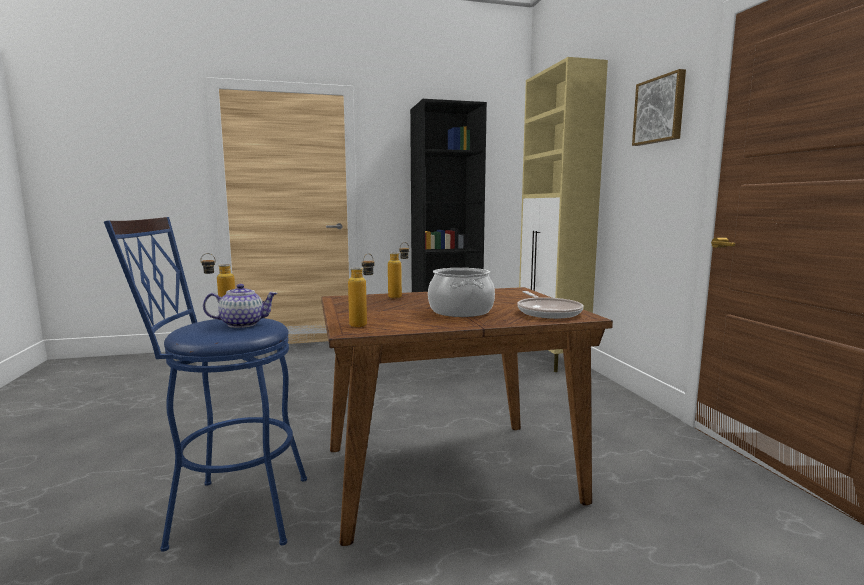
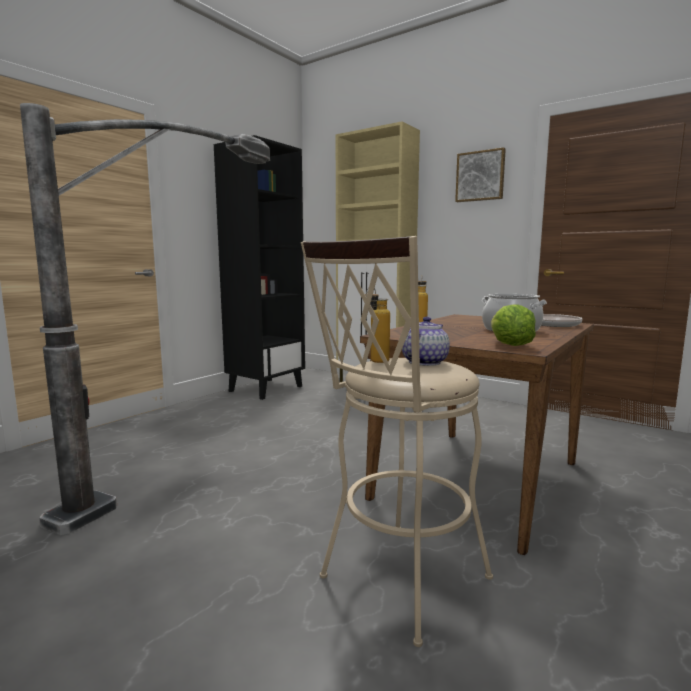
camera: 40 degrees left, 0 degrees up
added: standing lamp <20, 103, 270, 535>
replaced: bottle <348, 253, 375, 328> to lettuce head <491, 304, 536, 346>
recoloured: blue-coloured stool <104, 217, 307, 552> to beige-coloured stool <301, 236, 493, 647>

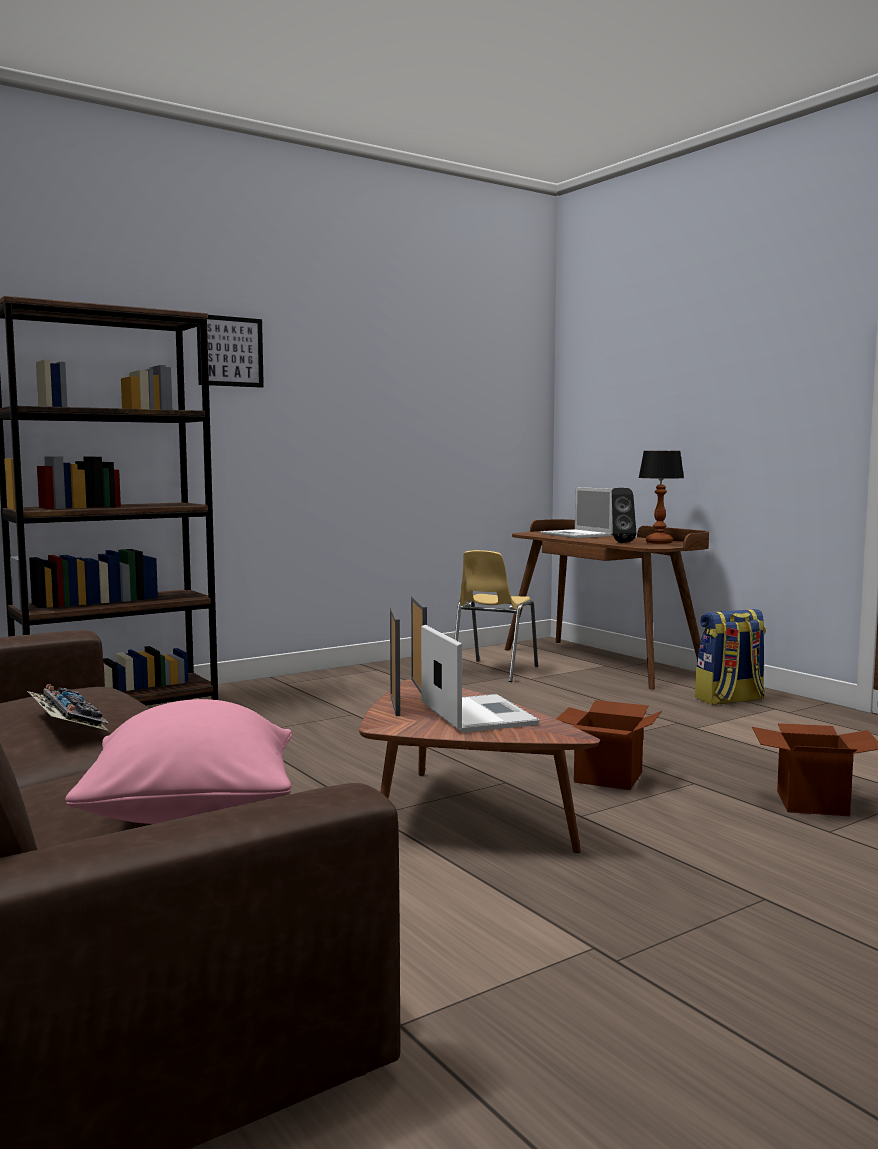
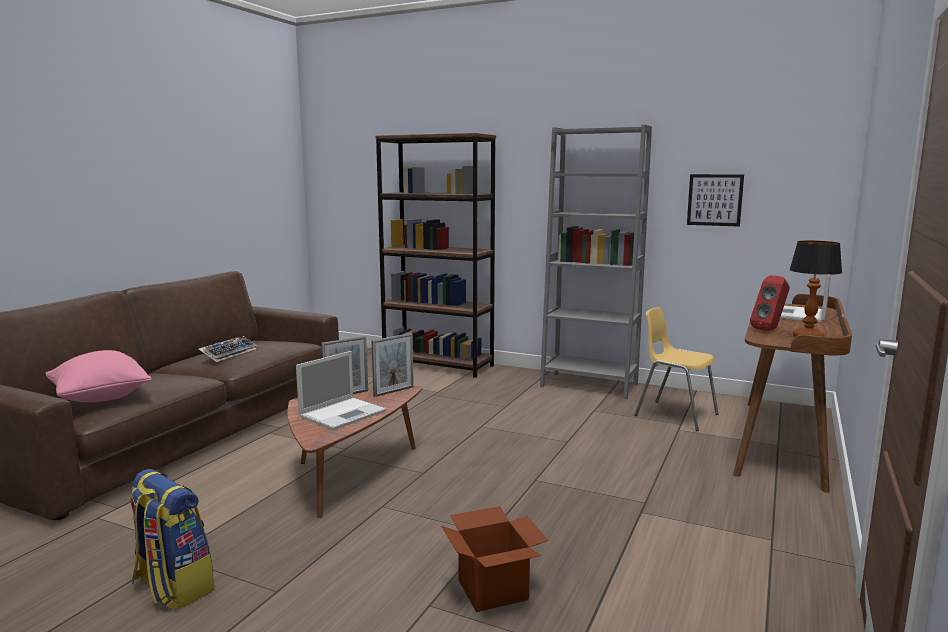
camera: 60 degrees right, 5 degrees up
removed: cardboard box <556, 700, 662, 790>
added: greyish shelving unit <540, 125, 652, 399>
moved: wall picture <197, 315, 264, 388> to <687, 174, 744, 227>; rucksack <695, 609, 766, 705> to <129, 469, 215, 610>
recoloured: blackish speaker <612, 488, 636, 543> to red speaker <750, 275, 790, 331>
turned: yellow-coloured chair <454, 550, 538, 682> = <635, 307, 719, 431> 45 degrees clockwise

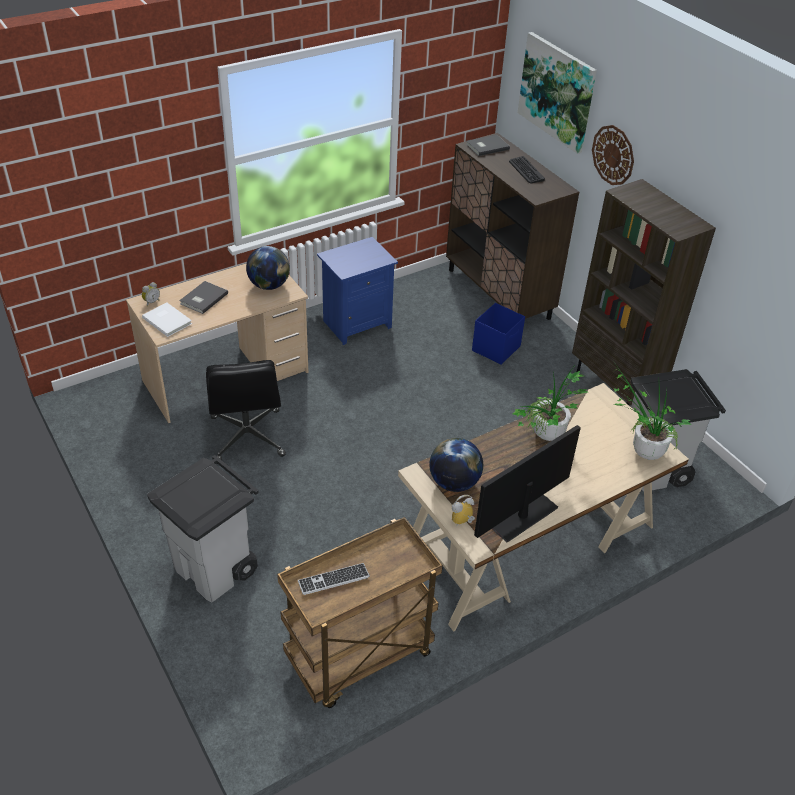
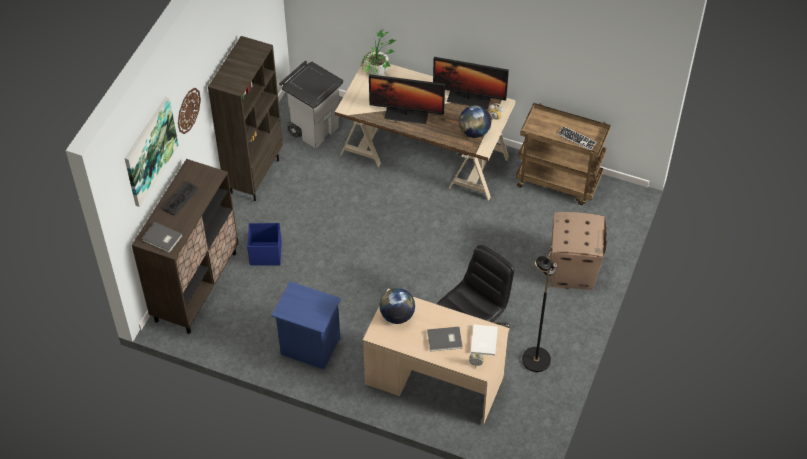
camera: 125 degrees left, 10 degrees up
added: blackish standing lamp <522, 246, 557, 372>
replaced: greyish waste bin <147, 455, 259, 602> to cardboard box <551, 212, 607, 290>; potted plant <513, 364, 588, 441> to computer display <369, 74, 445, 124>

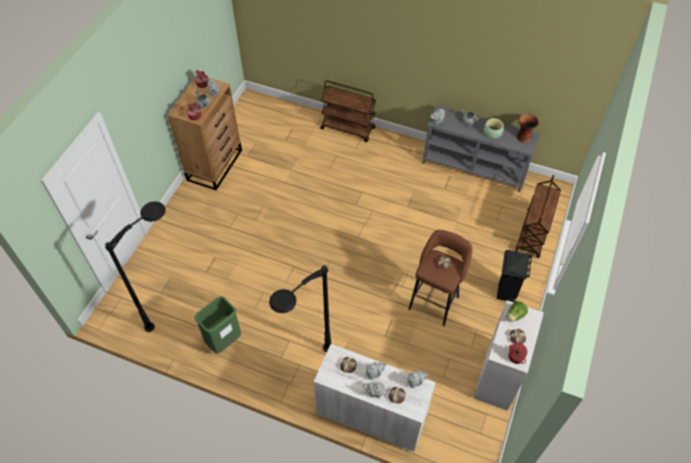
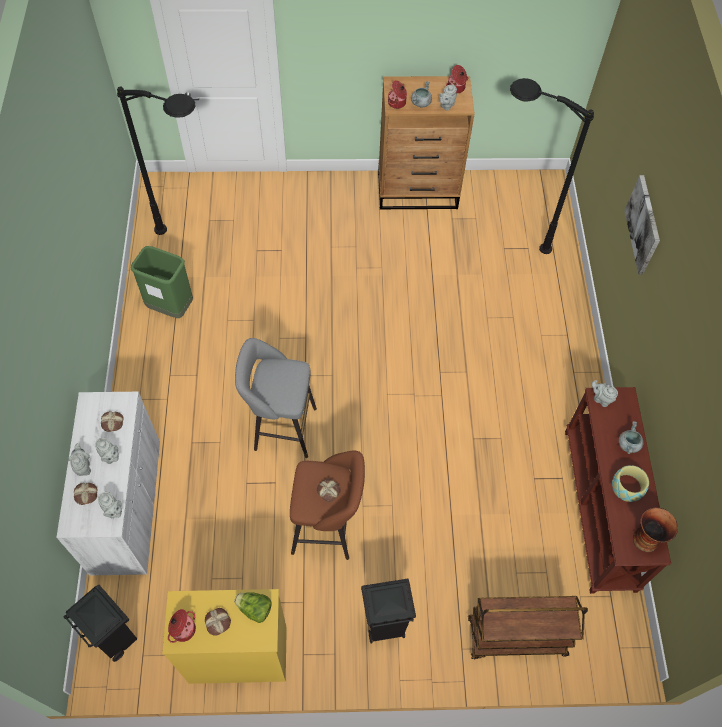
camera: 65 degrees right, 5 degrees up
removed: brown-coloured trolley <320, 80, 376, 142>
added: blackish waste bin <64, 584, 137, 662>; greyish stool <235, 338, 317, 458>; wall picture <624, 175, 660, 274>
moved: blackish standing lamp <269, 265, 331, 353> to <510, 78, 594, 254>
recoloured: greyish hall table <422, 105, 540, 192> to brown-coloured hall table <565, 387, 671, 594>; white-coloured dresser <473, 300, 544, 411> to yellow-coloured dresser <162, 589, 287, 684>

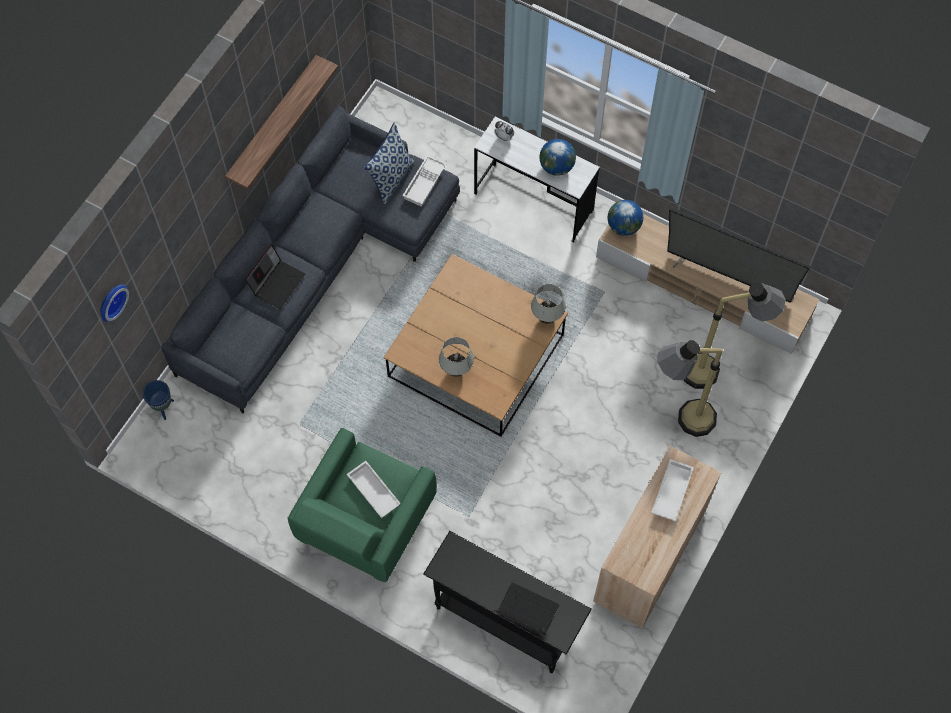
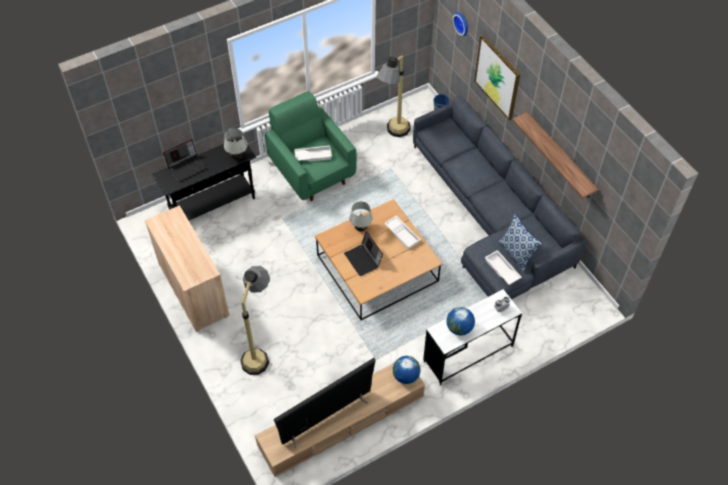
camera: 120 degrees right, 10 degrees down
added: wall picture <474, 35, 520, 121>
moved: notebook computer <245, 244, 305, 309> to <344, 231, 383, 276>; white-coloured table lamp <531, 284, 566, 324> to <224, 128, 247, 160>; white-coloured serving tray <651, 459, 694, 521> to <384, 216, 421, 249>; standing lamp <684, 283, 786, 389> to <377, 56, 410, 137>

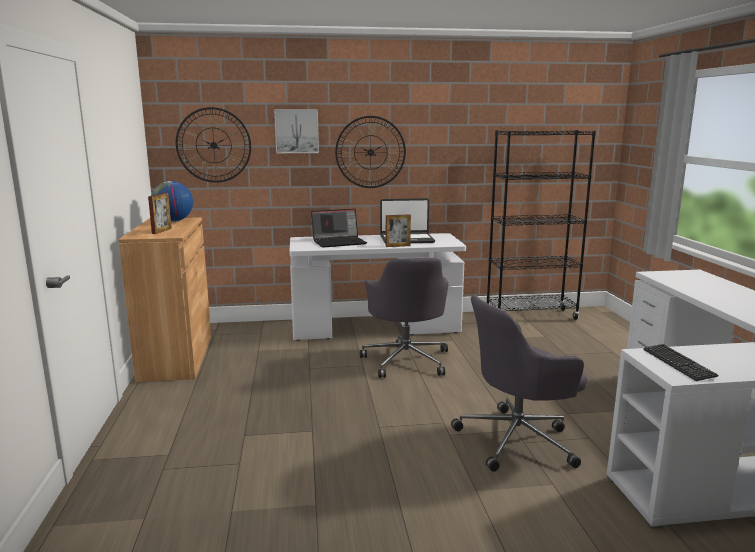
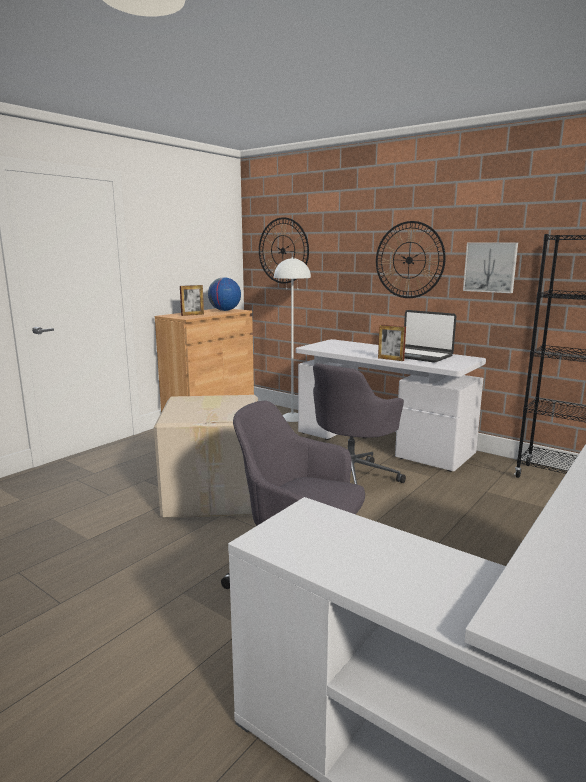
camera: 45 degrees right, 0 degrees up
removed: notebook computer <311, 208, 367, 248>; computer keyboard <643, 344, 719, 381>
added: cardboard box <154, 395, 258, 518>; white-coloured standing lamp <274, 257, 311, 422>
moved: wall picture <274, 109, 319, 153> to <463, 242, 518, 293>

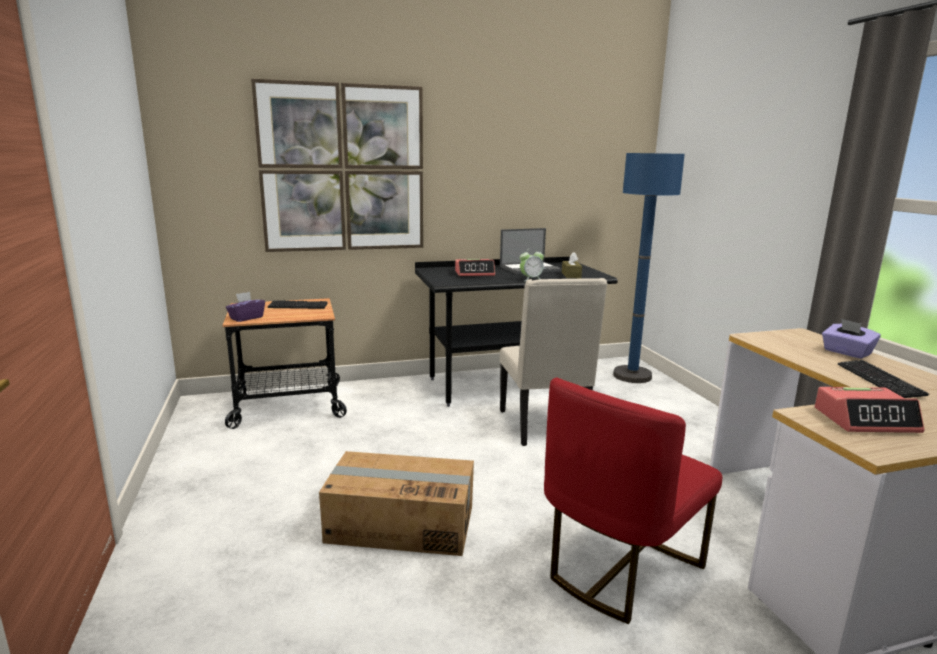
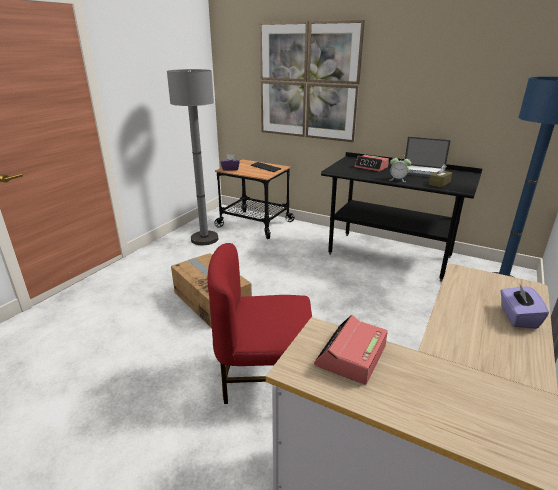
camera: 45 degrees right, 10 degrees up
removed: beige-coloured chair <500, 278, 608, 446>; computer keyboard <838, 360, 929, 398>
added: greyish standing lamp <167, 69, 219, 245>
turned: bedside clock <815, 387, 924, 433> = <314, 315, 388, 385> 75 degrees clockwise

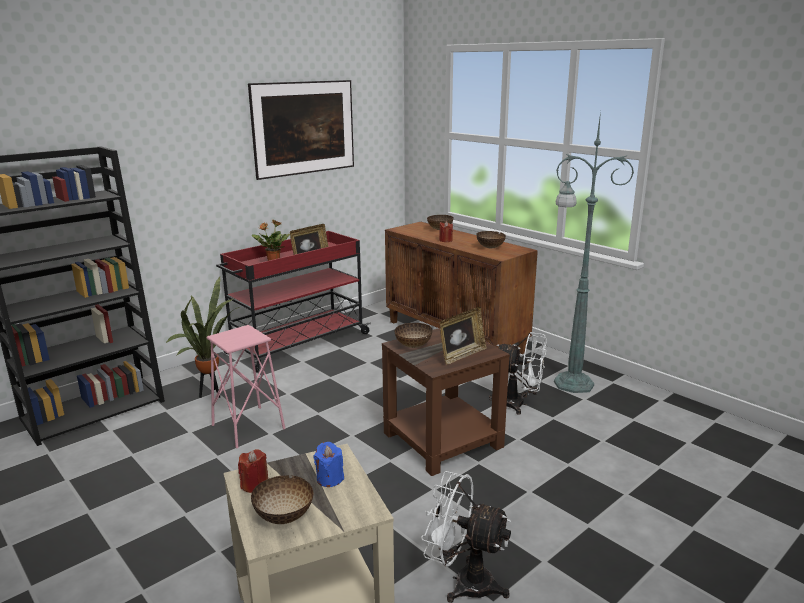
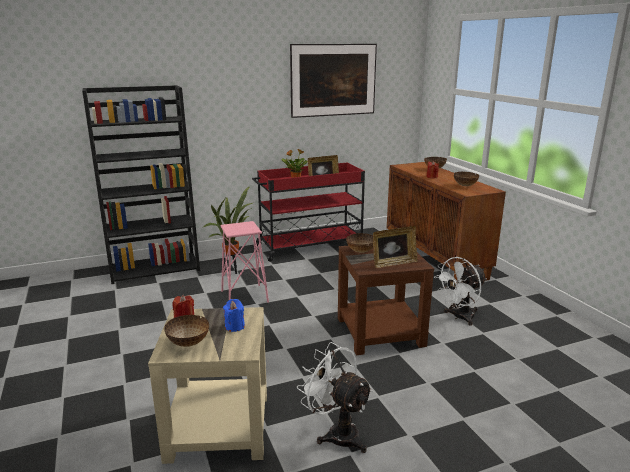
camera: 20 degrees right, 0 degrees up
removed: green-coloured standing lamp <554, 111, 634, 393>
turned: white-coloured electric fan <489, 332, 547, 415> = <434, 257, 487, 326> 105 degrees clockwise

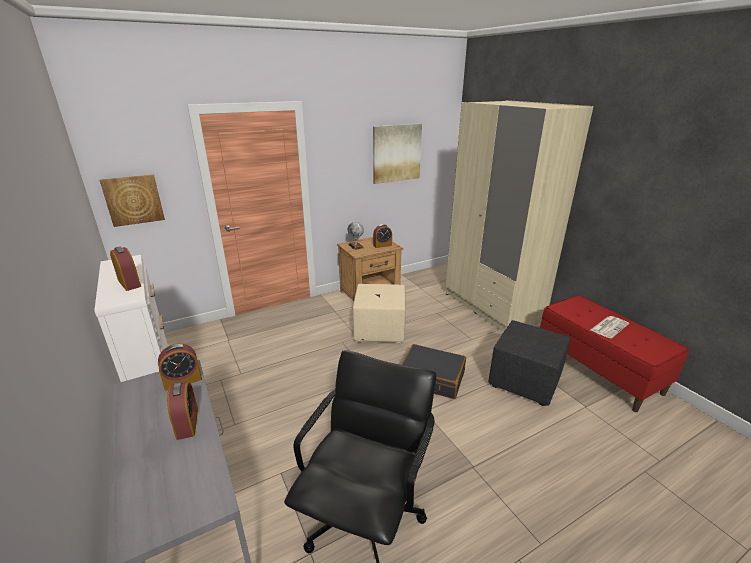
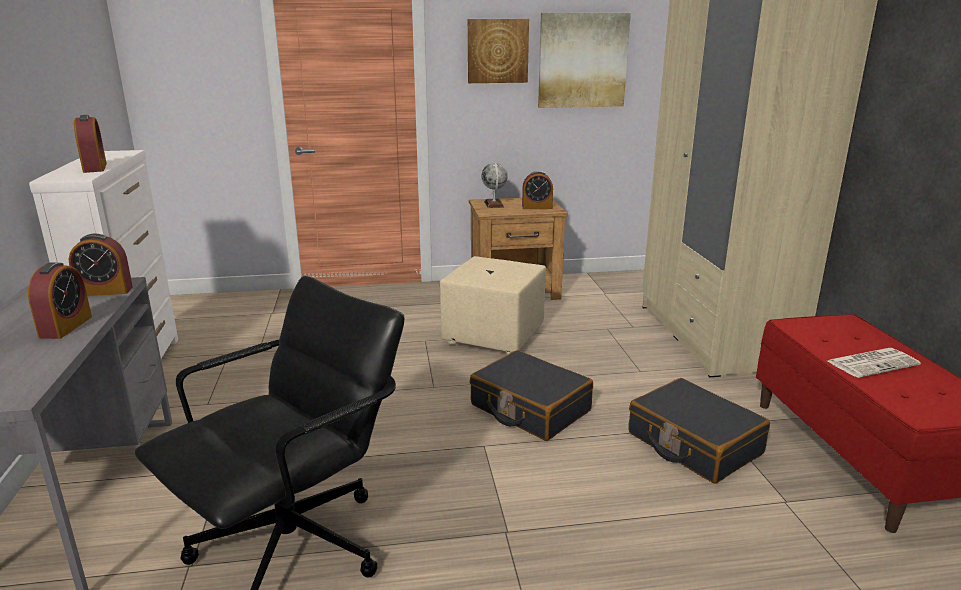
camera: 20 degrees right, 5 degrees down
moved: wall picture <100, 175, 165, 227> to <468, 19, 529, 83>
replaced: blackish ottoman <489, 320, 571, 406> to blackish piece of luggage <628, 378, 770, 483>

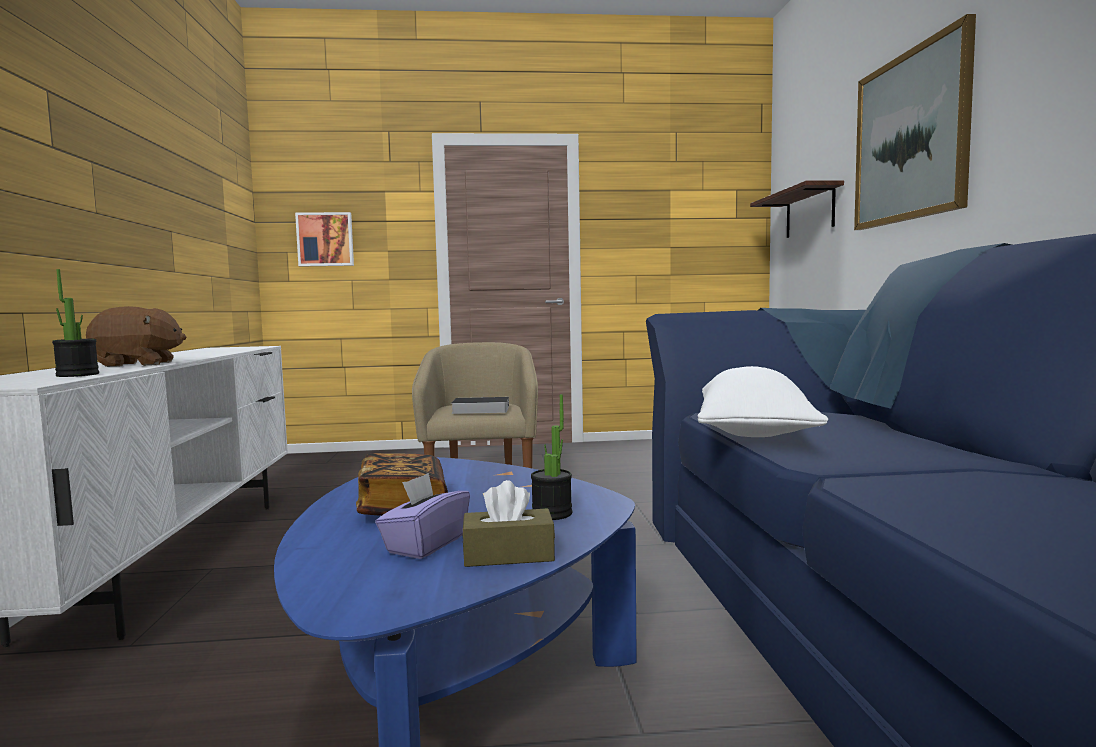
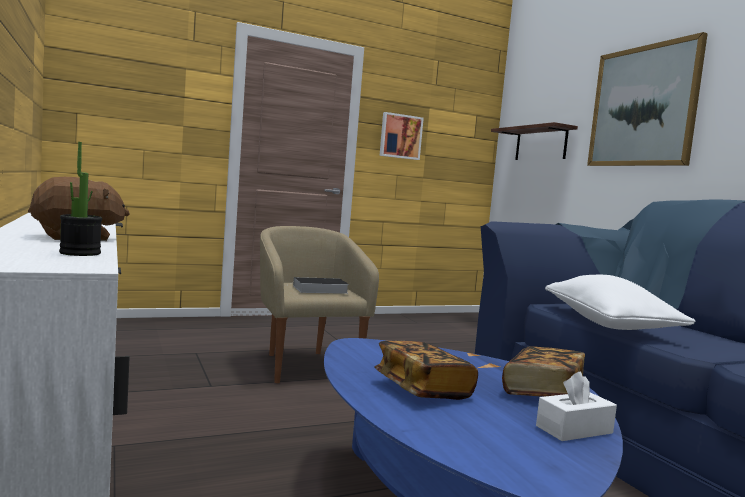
camera: 20 degrees left, 0 degrees up
removed: purplish tissue box <375, 473, 470, 559>
moved: wall picture <295, 212, 354, 266> to <379, 112, 424, 160>
replaced: potted plant <531, 394, 572, 520> to volume <502, 346, 585, 397>
recoloured: brown-coloured tissue box <462, 480, 555, 567> to white-coloured tissue box <536, 372, 617, 441>

